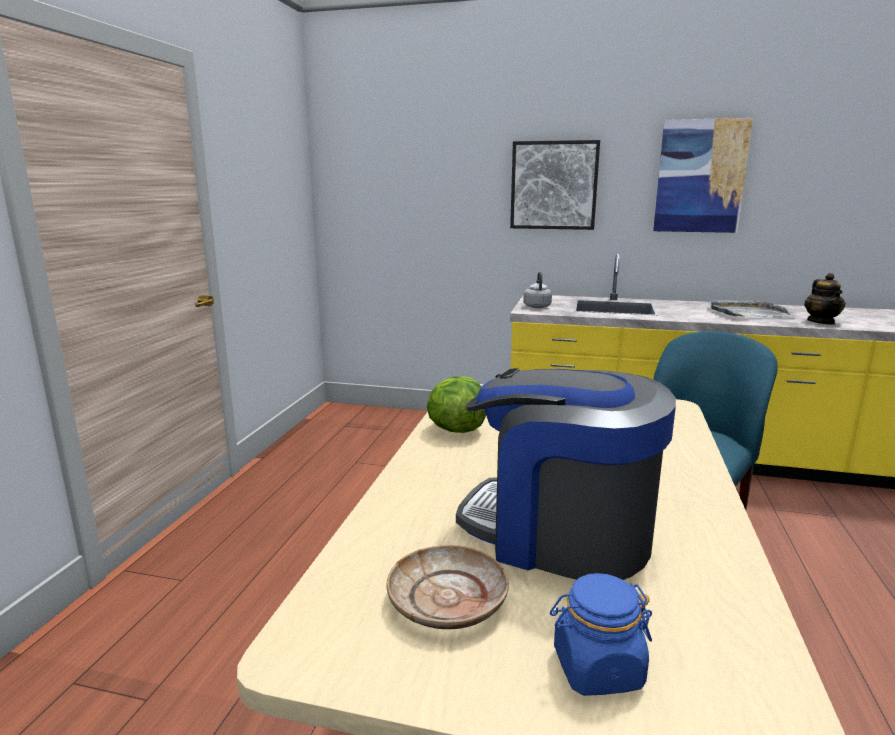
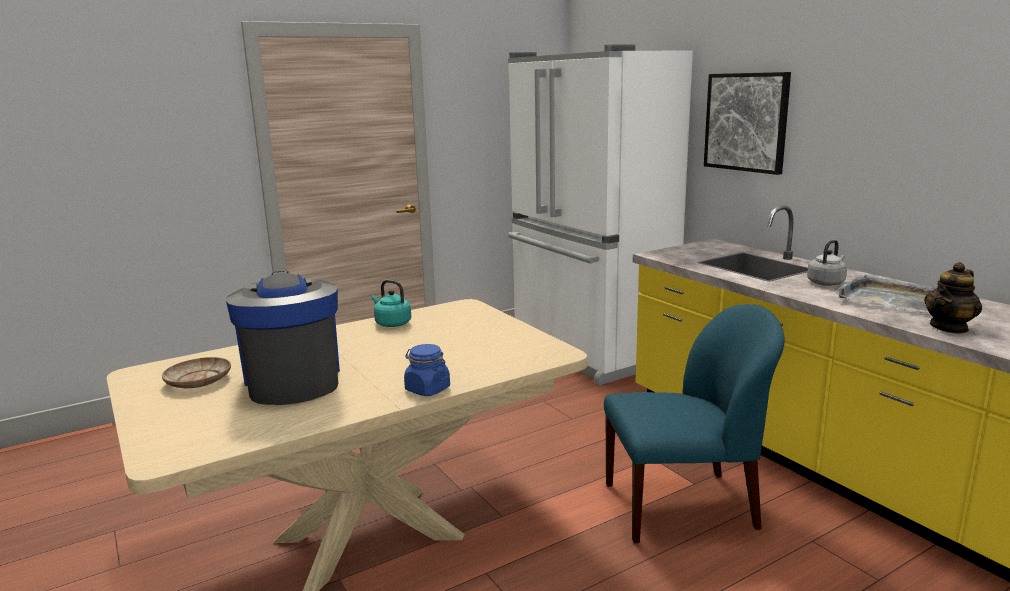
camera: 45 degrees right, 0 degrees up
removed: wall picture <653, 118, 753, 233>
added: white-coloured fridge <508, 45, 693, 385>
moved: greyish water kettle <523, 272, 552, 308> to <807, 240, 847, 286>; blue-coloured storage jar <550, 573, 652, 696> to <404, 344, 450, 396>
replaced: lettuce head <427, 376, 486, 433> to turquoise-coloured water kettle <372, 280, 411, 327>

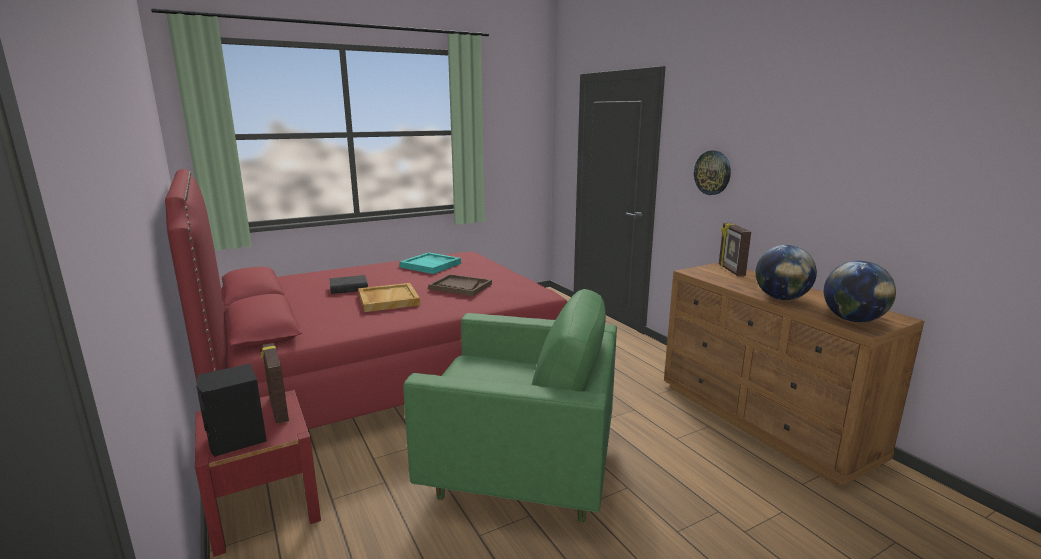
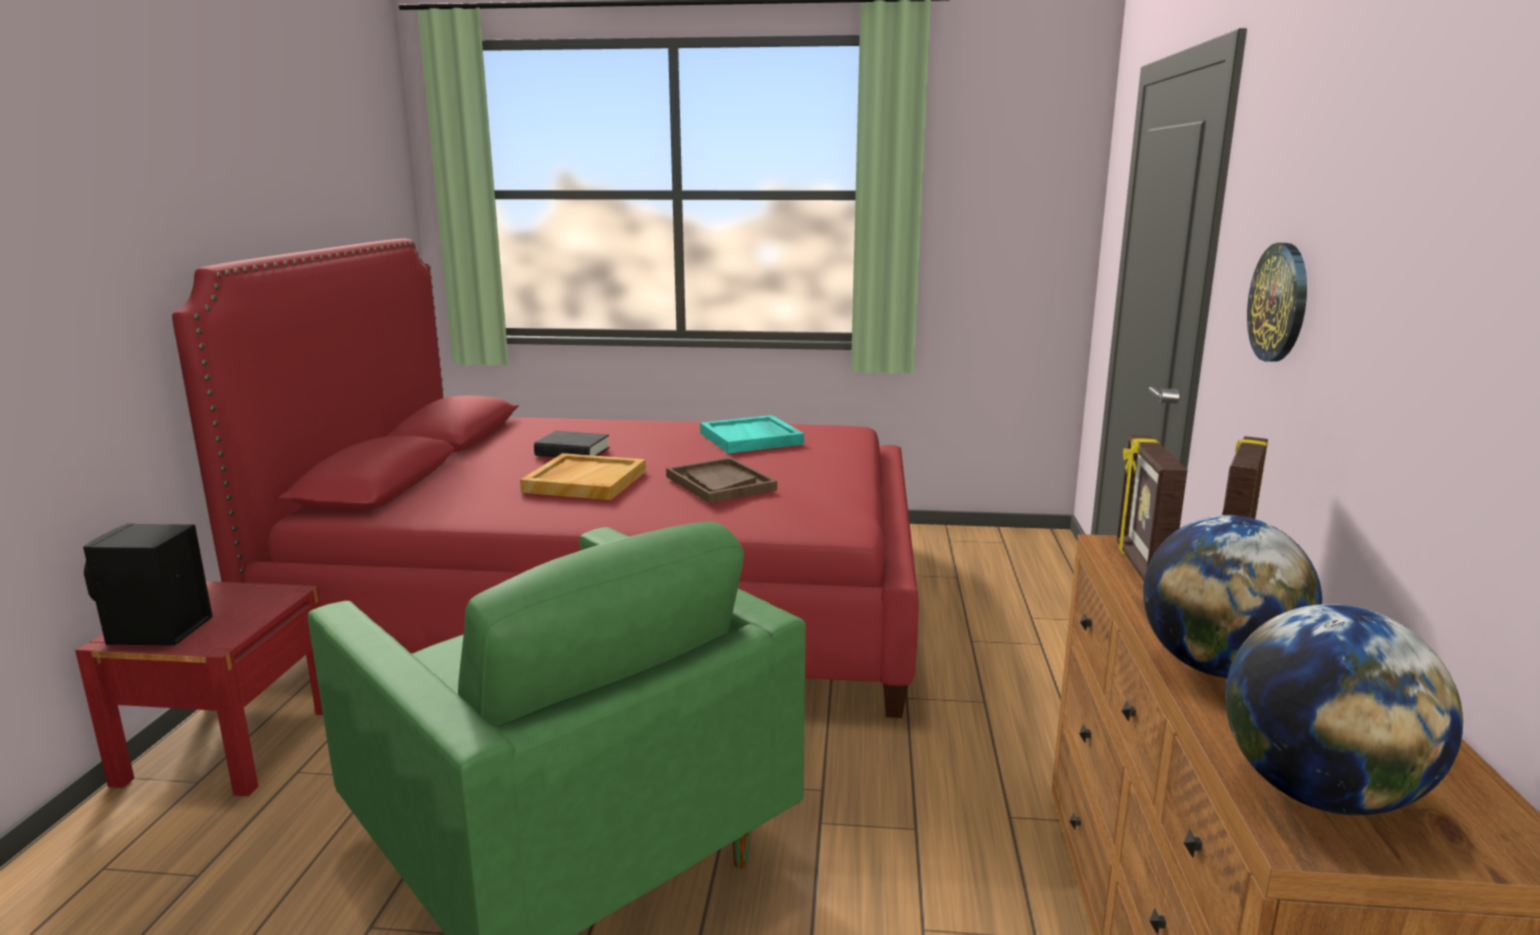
camera: 35 degrees right, 0 degrees up
moved: picture frame <261, 343, 289, 424> to <1117, 435, 1188, 581>

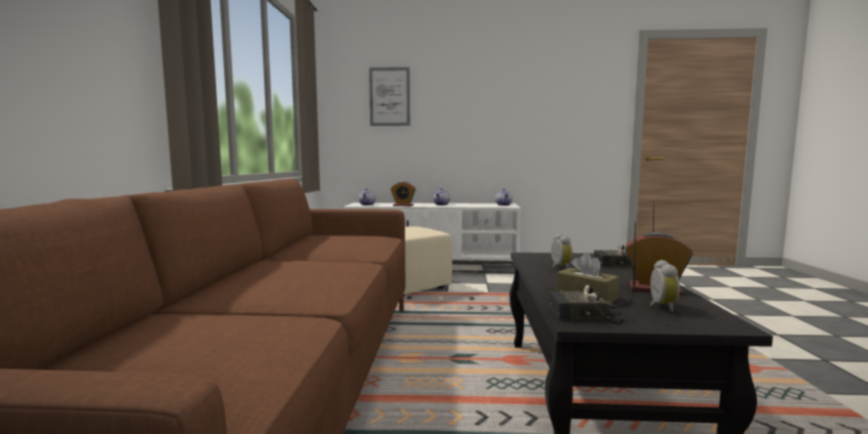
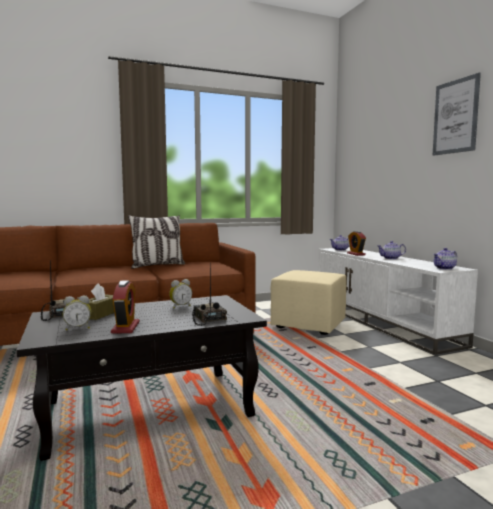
camera: 65 degrees right, 0 degrees up
added: throw pillow <128, 215, 185, 269>
moved: wall picture <369, 67, 410, 126> to <432, 73, 481, 156>

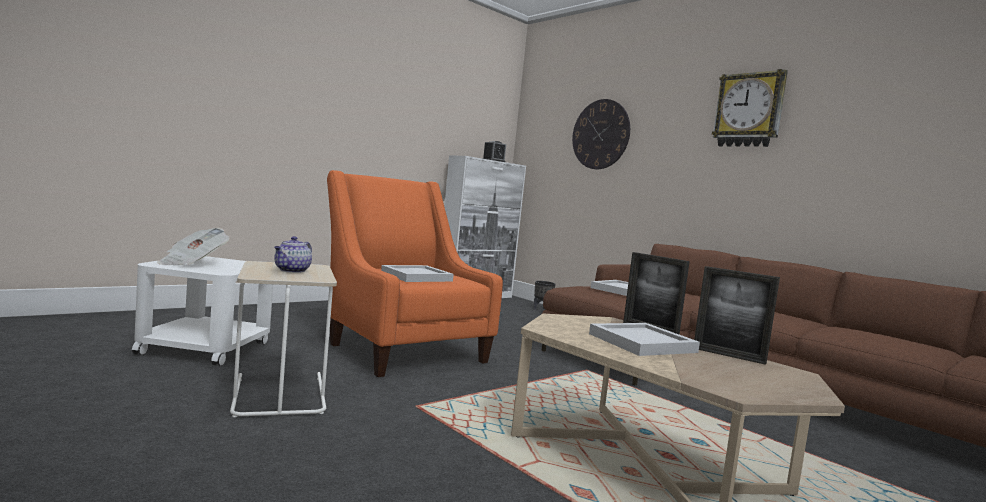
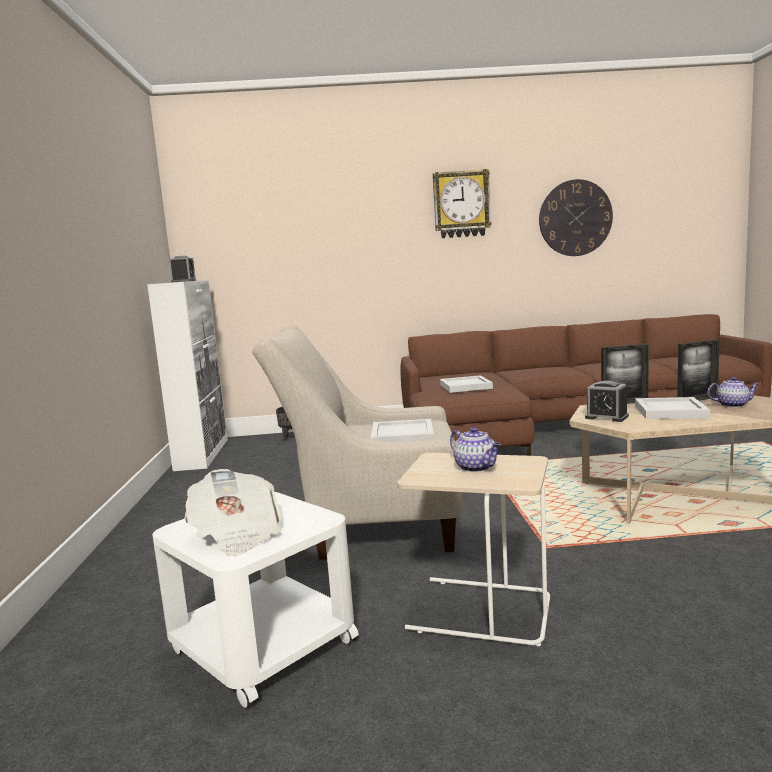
camera: 50 degrees left, 5 degrees up
added: bedside clock <585, 381, 629, 422>; teapot <707, 377, 759, 407>
moved: clock on the wall <572, 99, 630, 169> to <539, 179, 613, 256>
recoloured: orange armchair <327, 170, 503, 377> to beige-coloured armchair <252, 325, 462, 560>

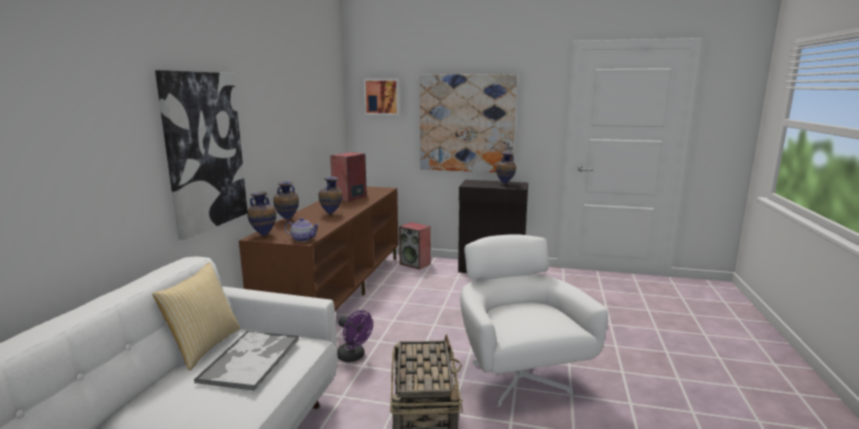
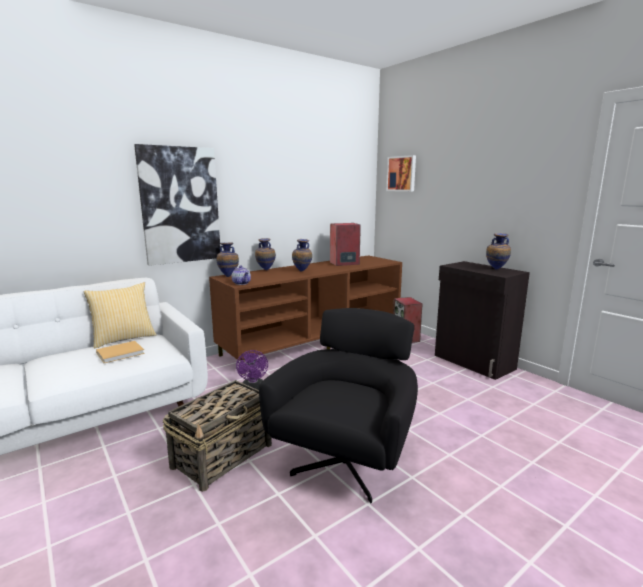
camera: 40 degrees right, 0 degrees up
removed: wall picture <420, 74, 517, 172>
replaced: serving tray <194, 331, 299, 391> to beige-coloured volume <96, 341, 145, 363>
recoloured: white-coloured armchair <460, 234, 608, 407> to blackish armchair <259, 308, 418, 503>

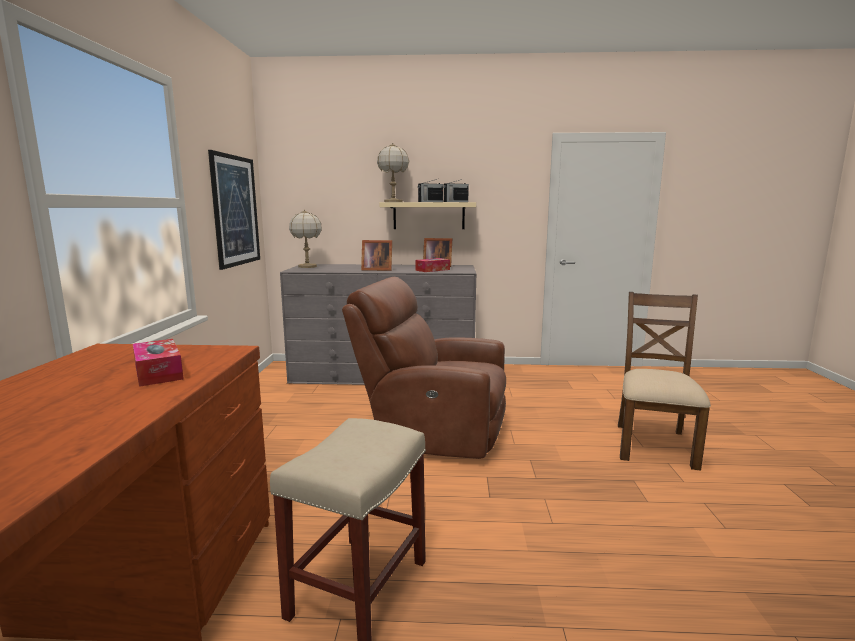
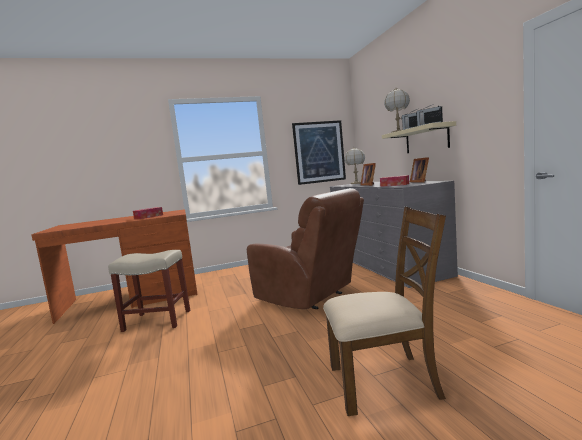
camera: 70 degrees right, 5 degrees down
turned: brown-coloured armchair <342, 277, 506, 459> = <247, 188, 364, 309> 135 degrees clockwise

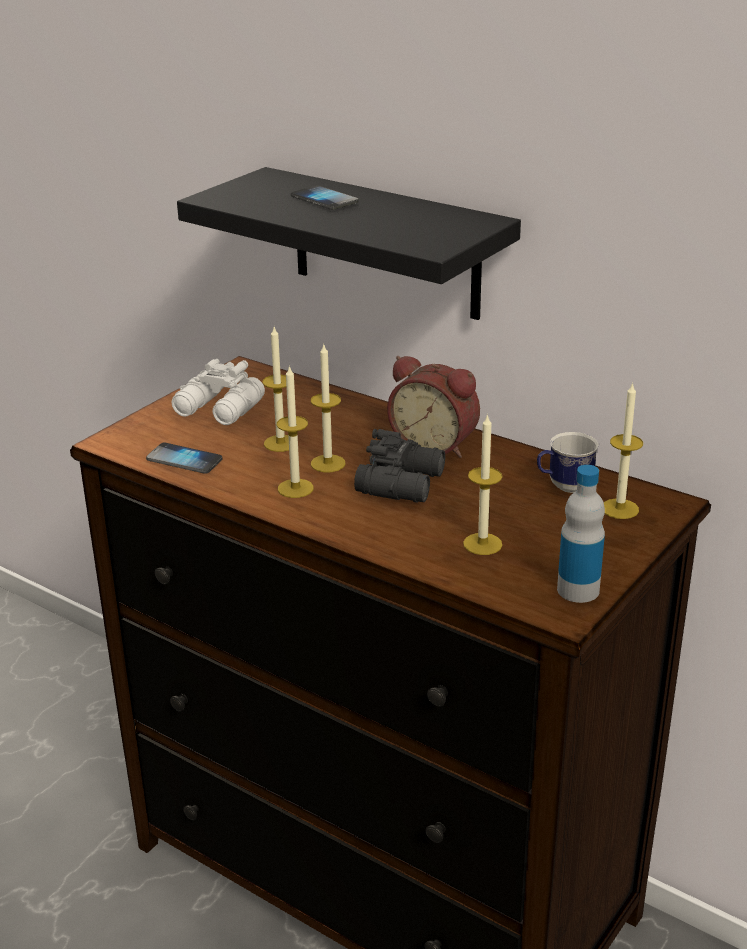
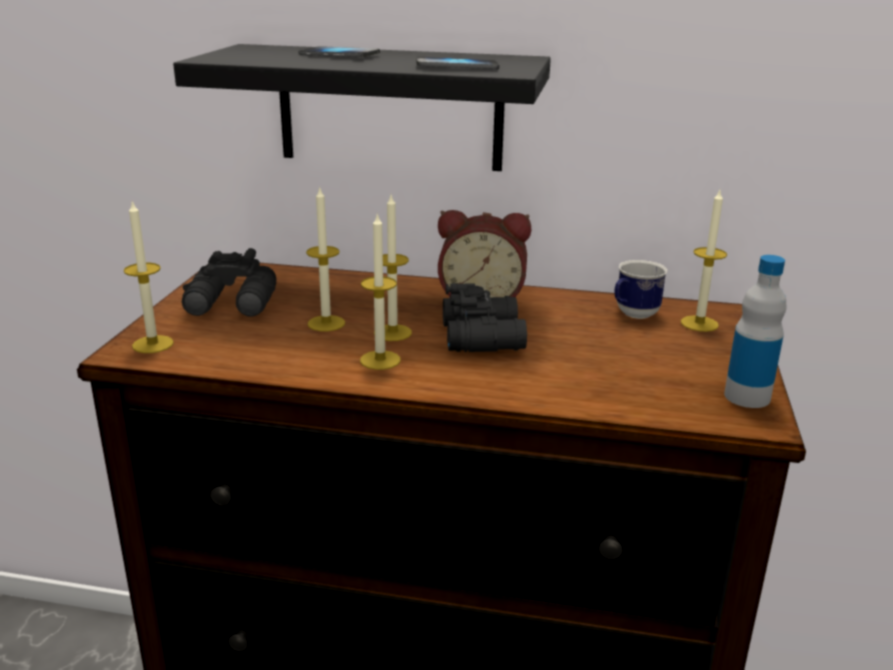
camera: 25 degrees left, 5 degrees down
moved: phone <146, 443, 222, 474> to <416, 57, 499, 69>; wax candle <463, 414, 502, 555> to <124, 200, 174, 353>
recoloured: white-coloured binoculars <171, 359, 265, 425> to blackish binoculars <182, 248, 276, 317>

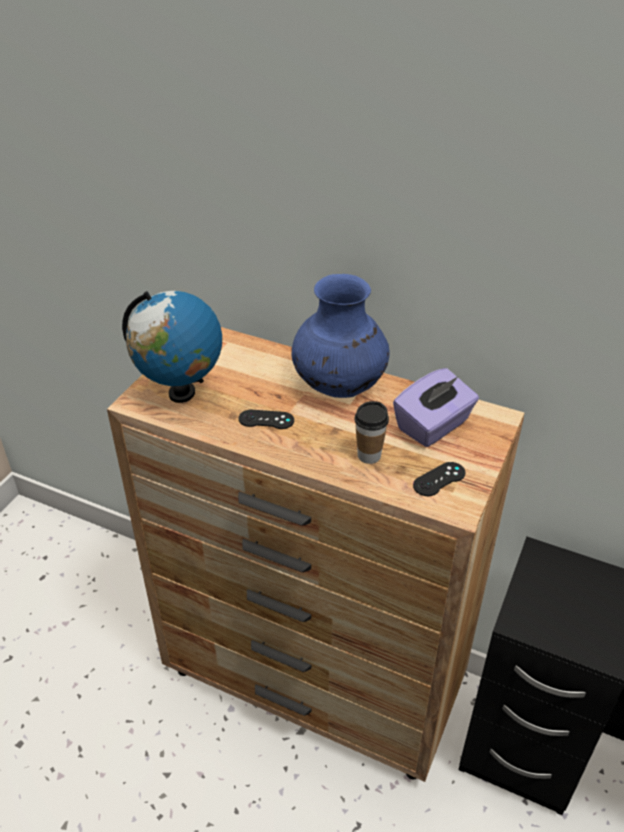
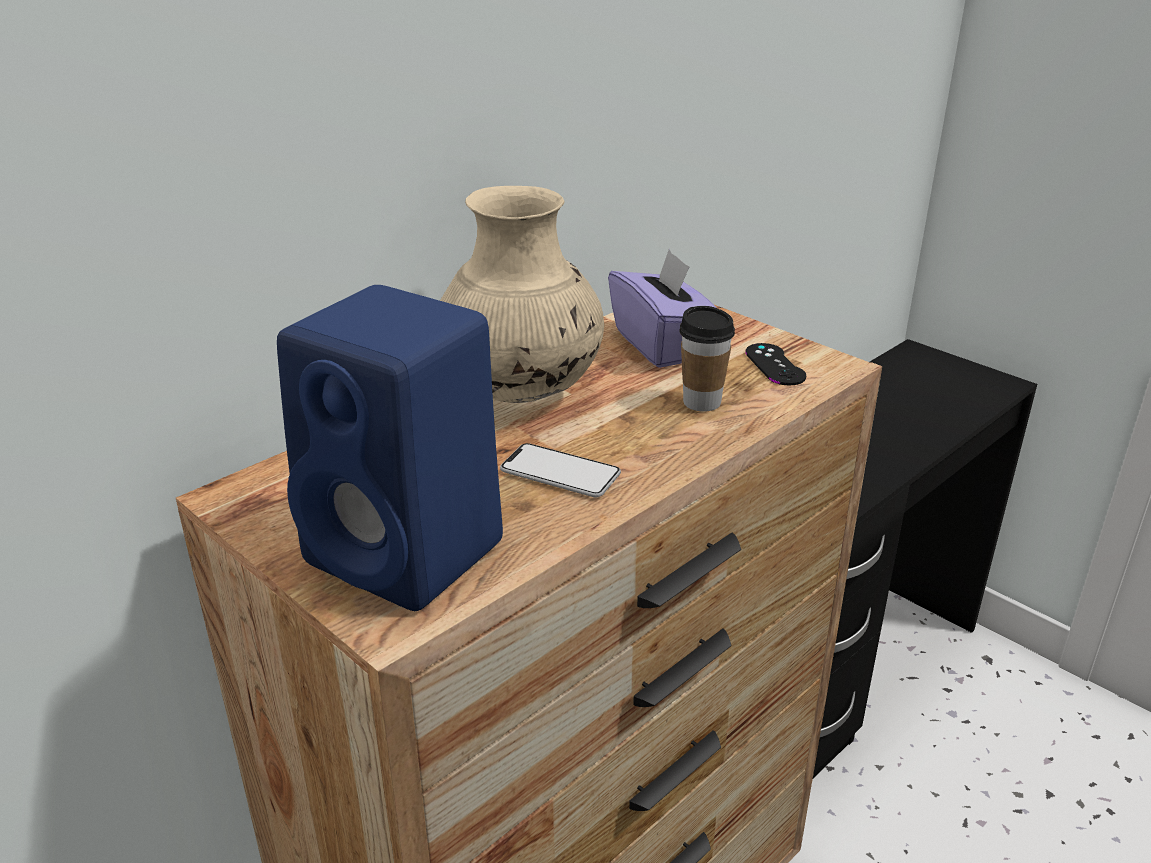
camera: 70 degrees left, 10 degrees down
replaced: world globe <122, 291, 222, 403> to blue-coloured speaker <277, 285, 503, 611>; blackish joypad <239, 410, 294, 429> to phone <500, 443, 621, 497>
recoloured: blue-coloured decorative vase <292, 274, 390, 398> to beige-coloured decorative vase <440, 186, 604, 403>

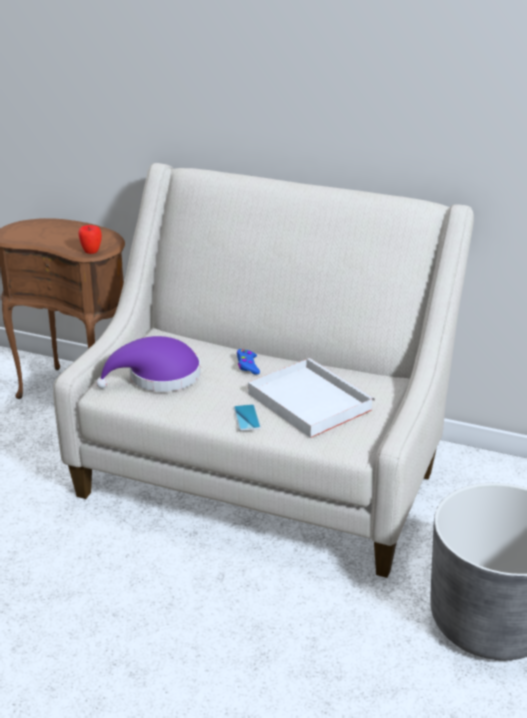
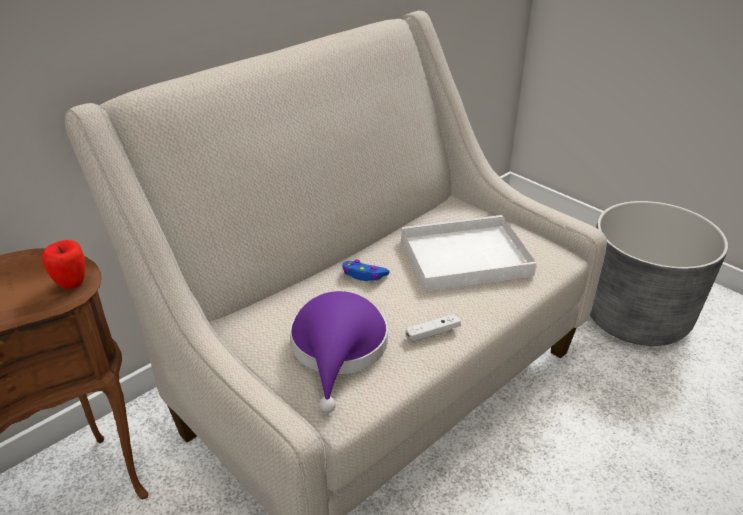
camera: 65 degrees left, 5 degrees up
removed: phone <233, 404, 261, 431>
added: white-coloured joypad <406, 314, 461, 343>

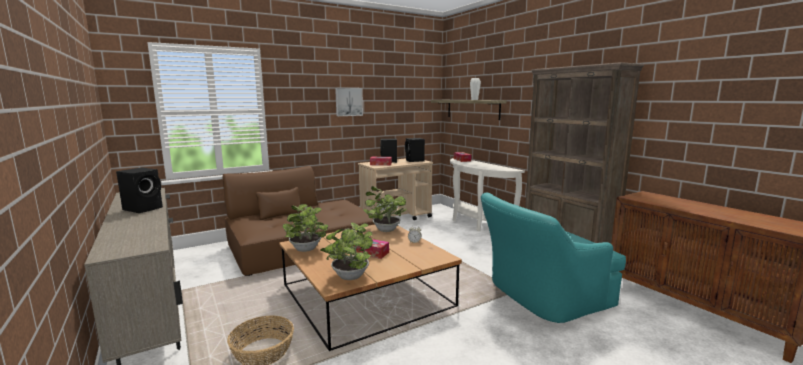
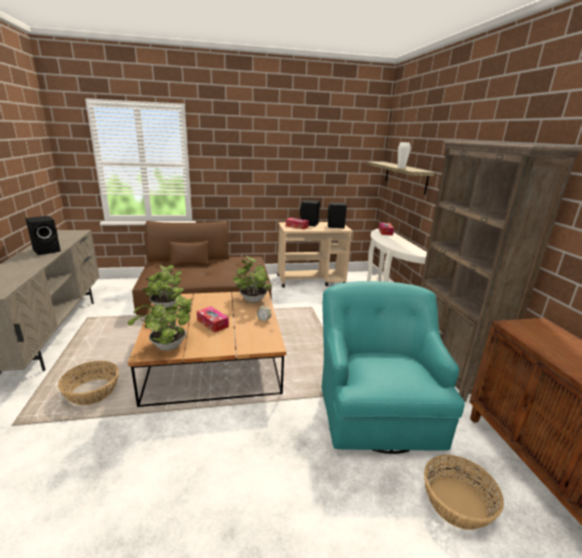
camera: 20 degrees right, 10 degrees up
removed: wall picture <335, 88, 363, 116>
added: household basket <424, 455, 504, 530>
turned: turquoise-coloured armchair <481, 193, 626, 323> = <321, 281, 465, 454> 90 degrees clockwise

